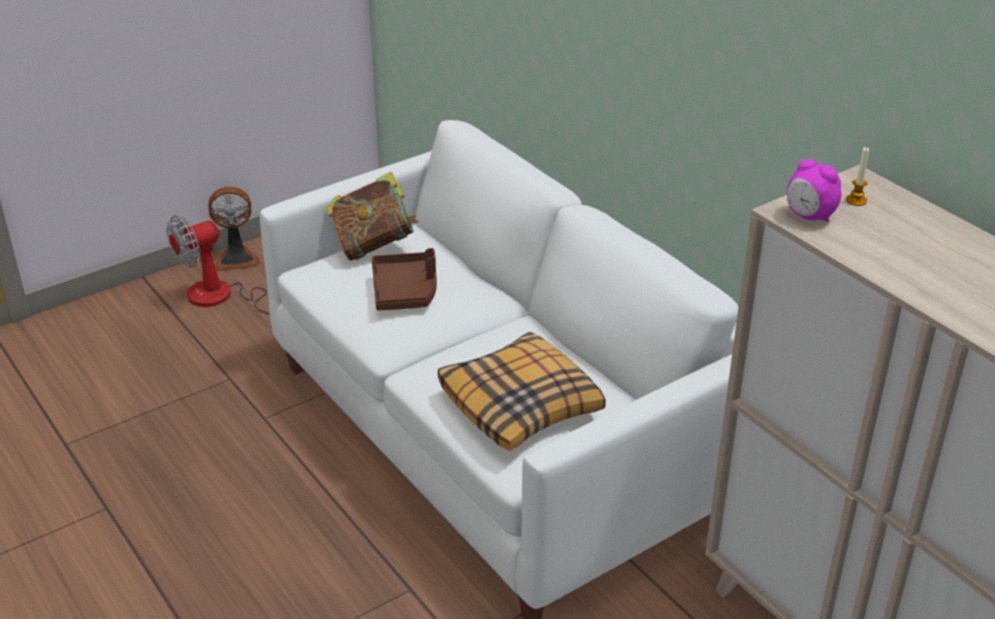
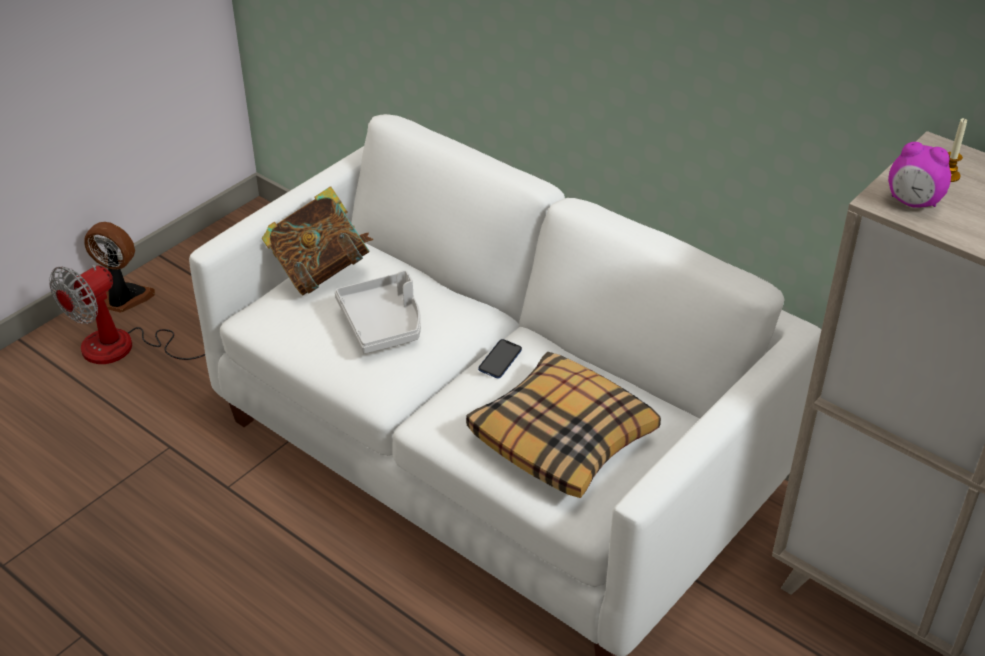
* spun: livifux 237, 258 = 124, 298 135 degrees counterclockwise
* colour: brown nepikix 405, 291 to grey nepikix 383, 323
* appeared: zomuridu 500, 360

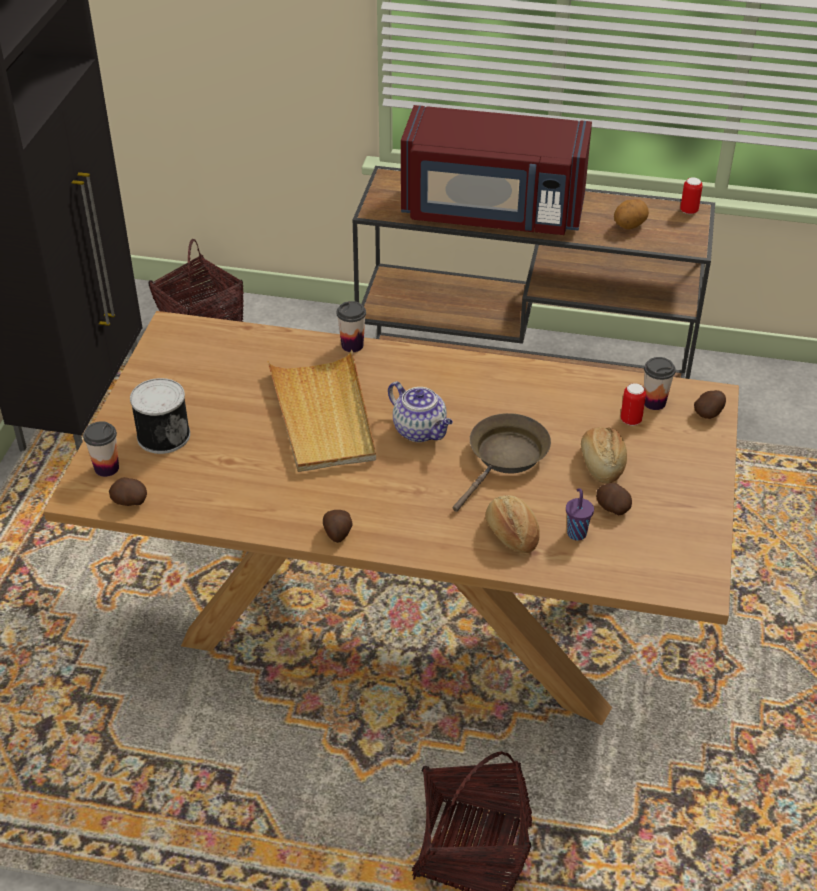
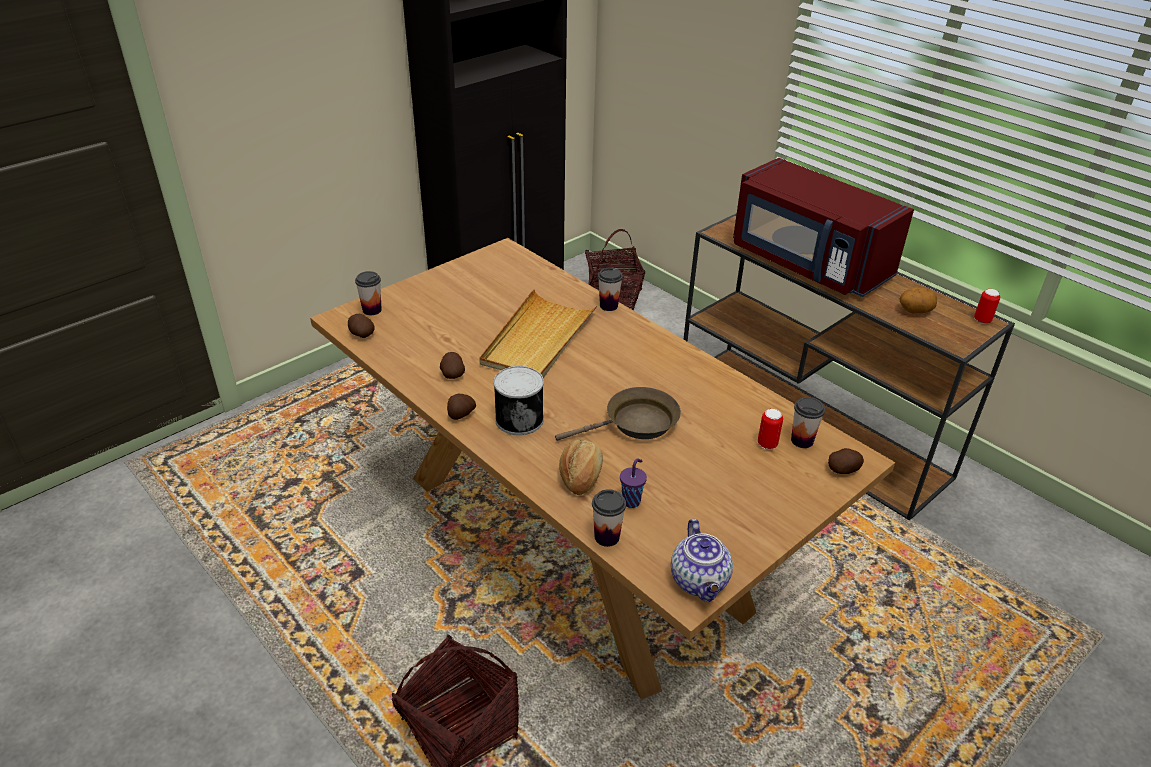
* relocated: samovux 163, 435 to 519, 418
* relocated: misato 421, 431 to 700, 582
* missing: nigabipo 602, 463
* relocated: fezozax 612, 508 to 452, 374
* appeared: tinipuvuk 607, 537

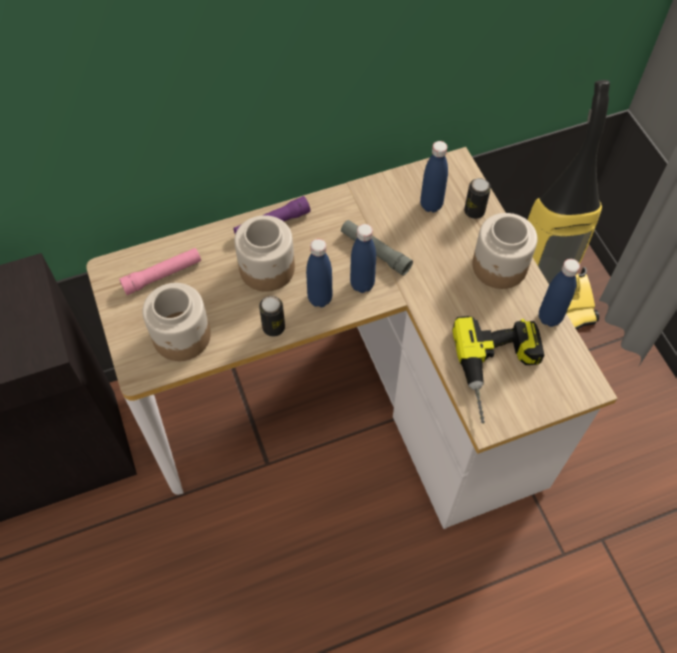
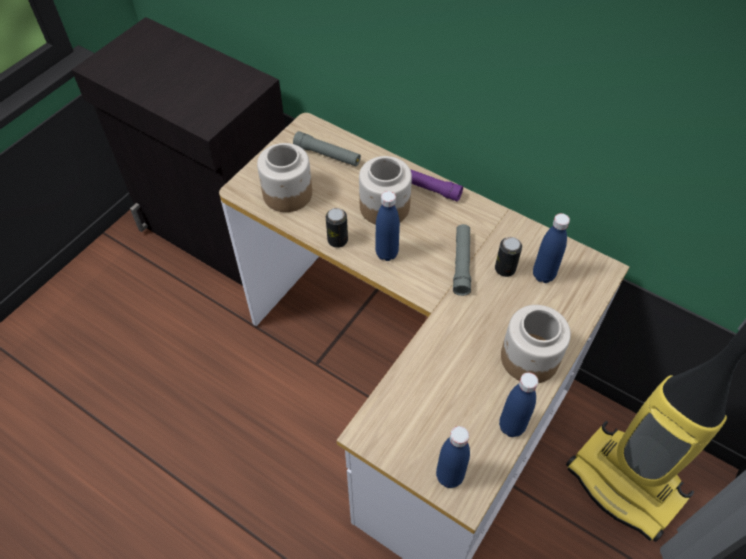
* colour: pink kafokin 162, 275 to grey kafokin 327, 155
* relocated: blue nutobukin 362, 284 to 449, 476
* missing: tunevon 500, 372
* relocated: samovux 474, 211 to 505, 269

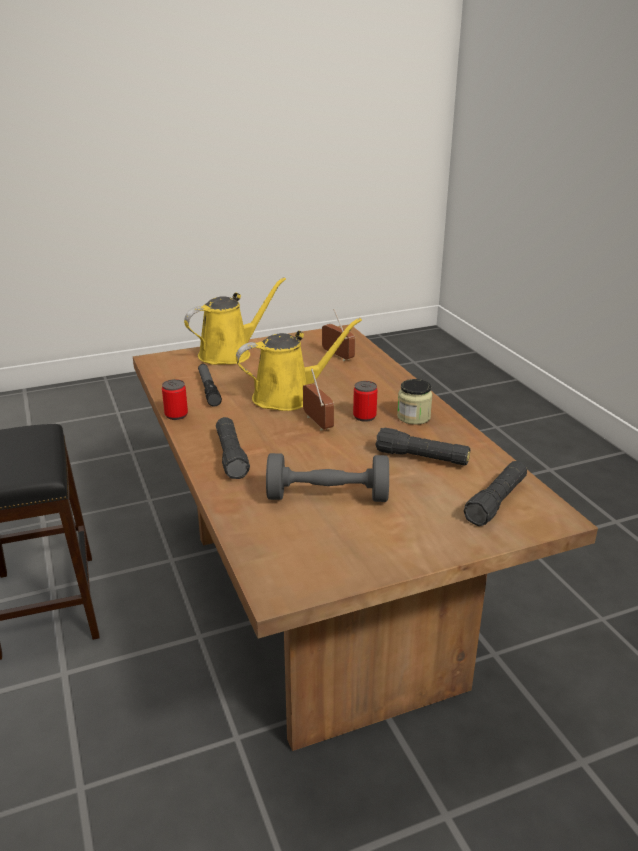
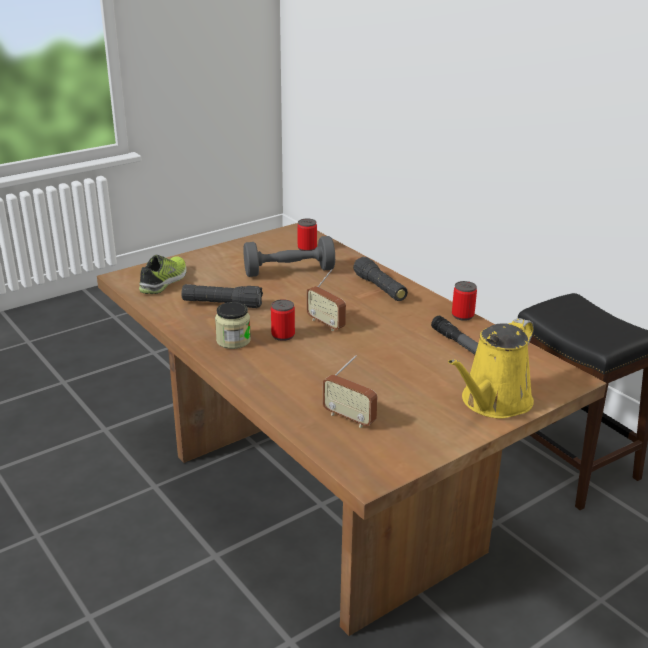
* missing: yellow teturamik 288, 397
* exchanged: black kafokin 496, 502 to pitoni 165, 281
* appeared: samovux 307, 248

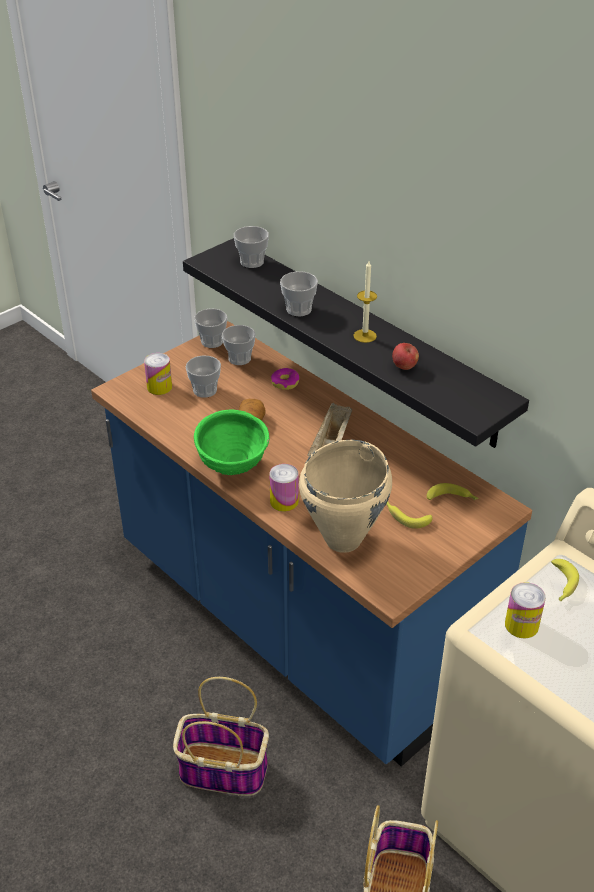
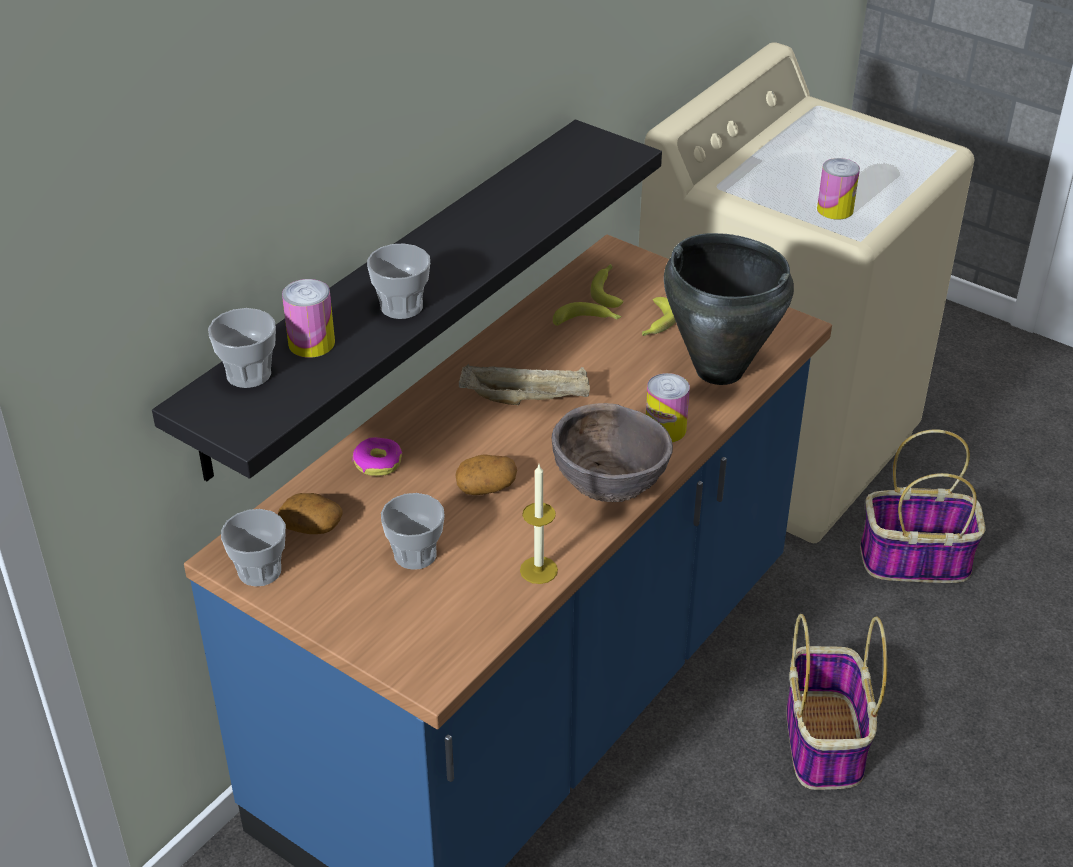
* relocated: samovux 159, 387 to 311, 343
* colour: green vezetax 232, 468 to brown vezetax 609, 490
* exchanged: tinipuvuk 239, 358 to fezozax 312, 526
* colour: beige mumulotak 344, 539 to black mumulotak 719, 369
* relocated: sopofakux 365, 336 to 538, 570
* missing: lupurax 404, 367
* relocated: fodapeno 561, 585 to 587, 321

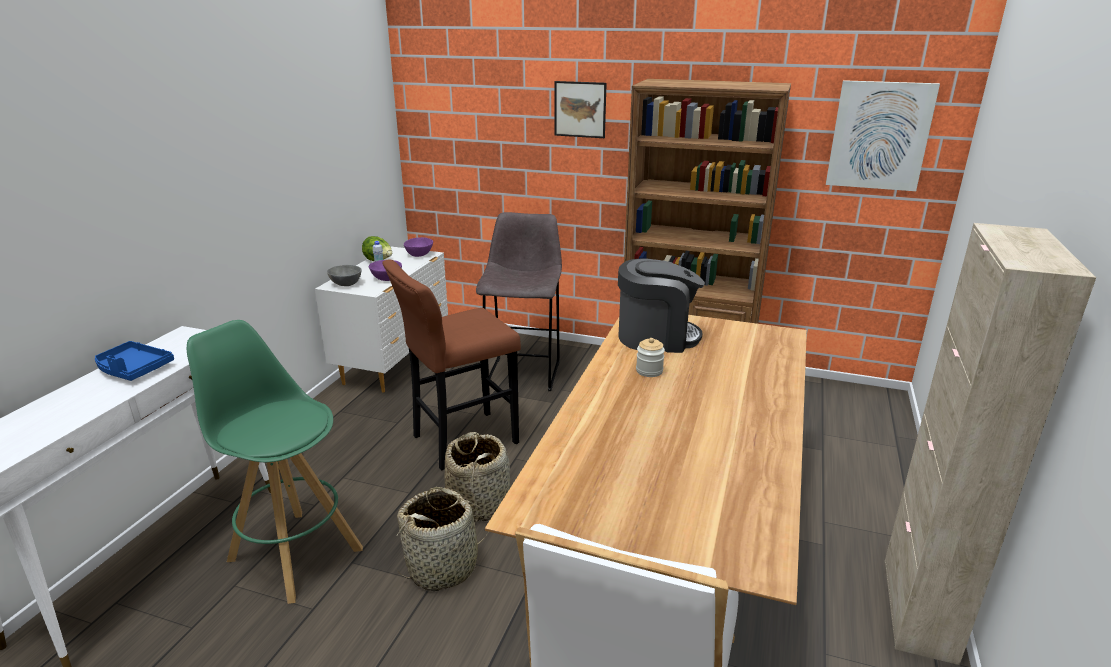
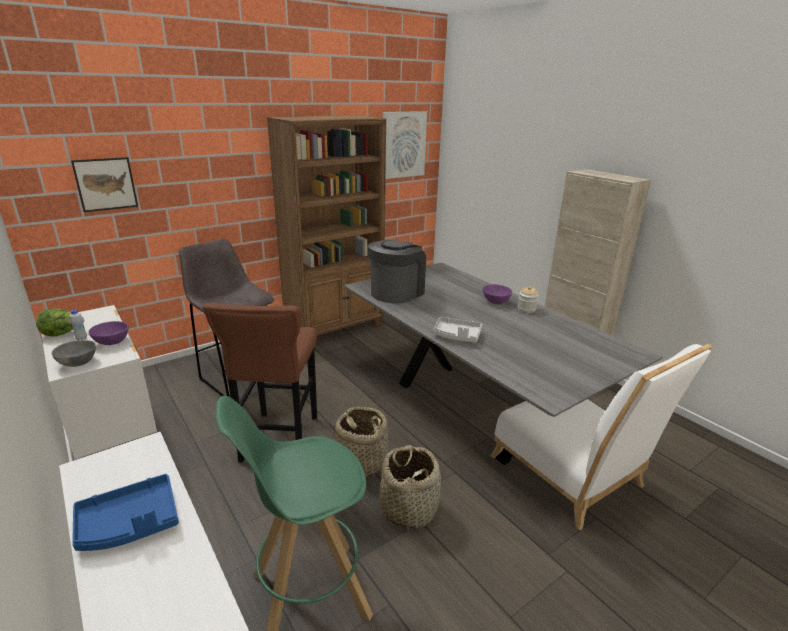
* relocated: purple vezetax 420, 254 to 495, 301
* colour: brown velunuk 670, 542 to grey velunuk 471, 408
* relocated: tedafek 580, 109 to 105, 184
* relocated: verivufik 649, 371 to 526, 309
* appeared: grey nepikix 457, 336

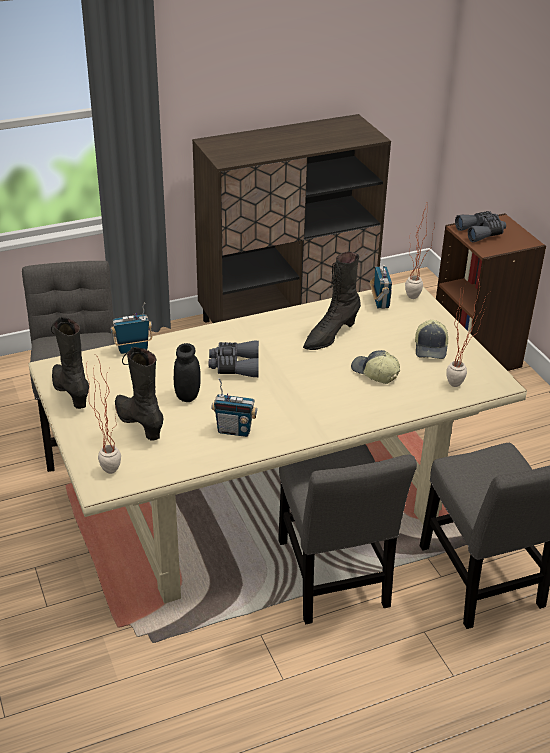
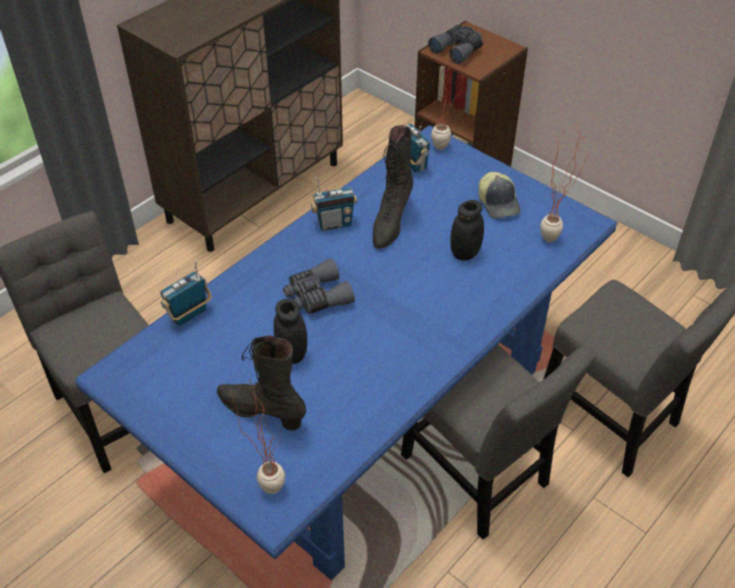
* colour: beige velunuk 271, 503 to blue velunuk 367, 414
* missing: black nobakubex 71, 392
* relocated: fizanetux 234, 430 to 334, 224
* exchanged: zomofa 374, 373 to black verivufik 465, 253

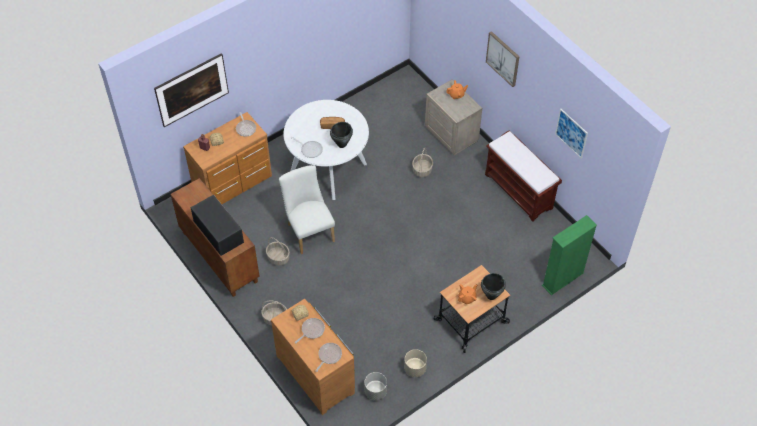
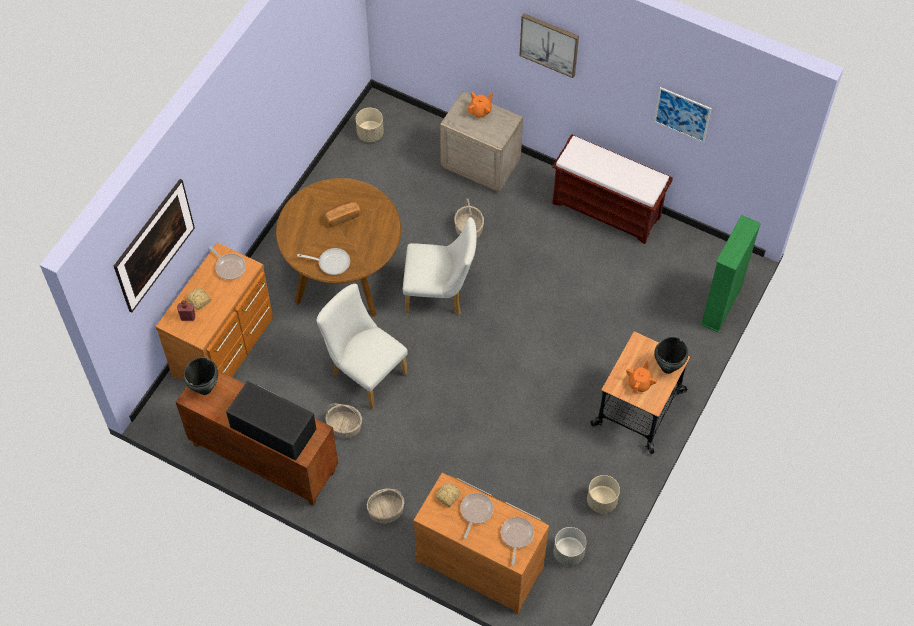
* colour: white velunuk 328, 168 to brown velunuk 343, 275
* relocated: black mumulotak 342, 144 to 205, 388
* appeared: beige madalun 370, 133
* appeared: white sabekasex 440, 294

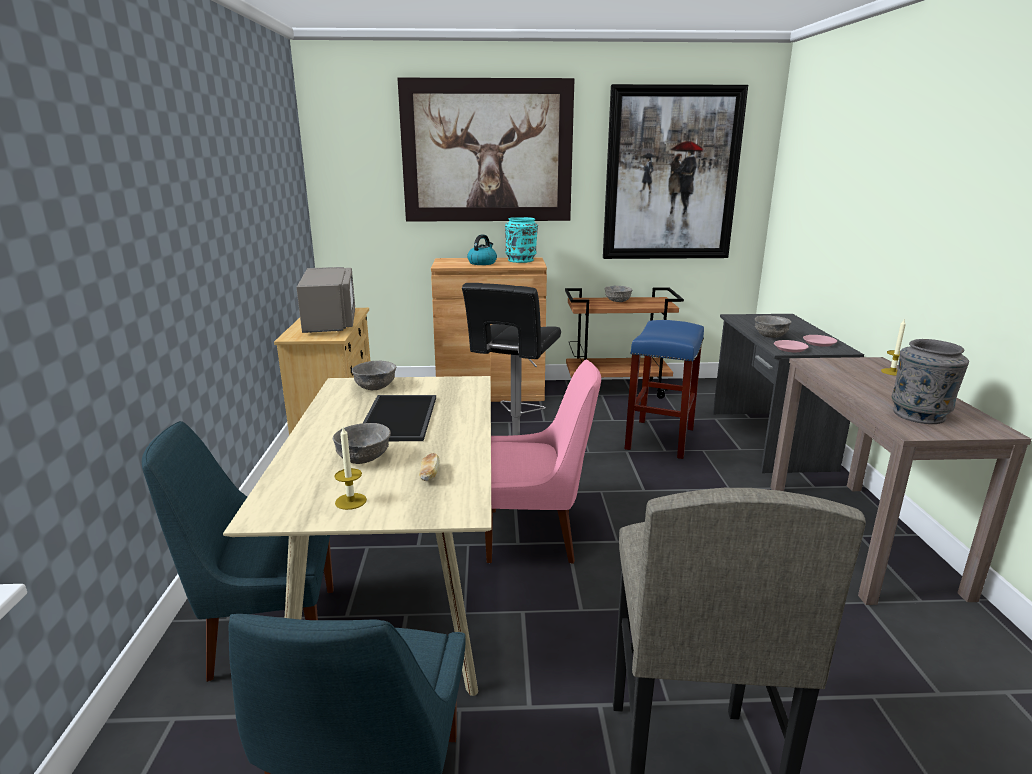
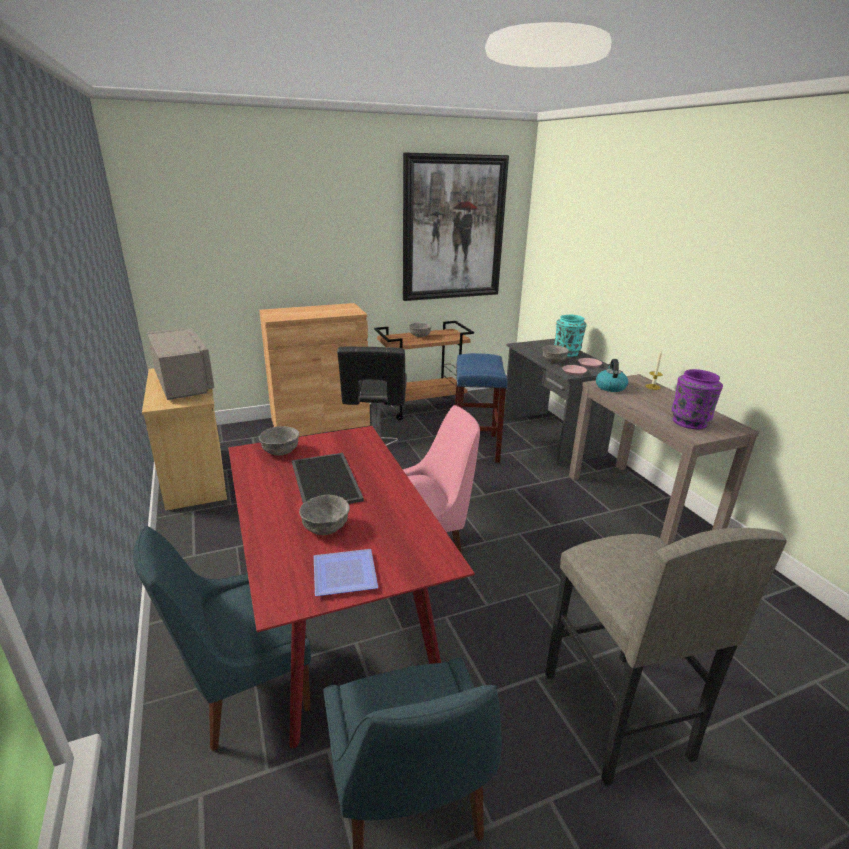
* colour: beige velunuk 399, 584 to red velunuk 336, 617
* exchanged: sopofakux 351, 501 to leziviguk 346, 573
* missing: tedafek 487, 152
* missing: nigabipo 429, 475
* relocated: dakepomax 482, 263 to 610, 387
* relocated: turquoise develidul 521, 260 to 567, 353
* colour: grey develidul 919, 414 to purple develidul 689, 422

